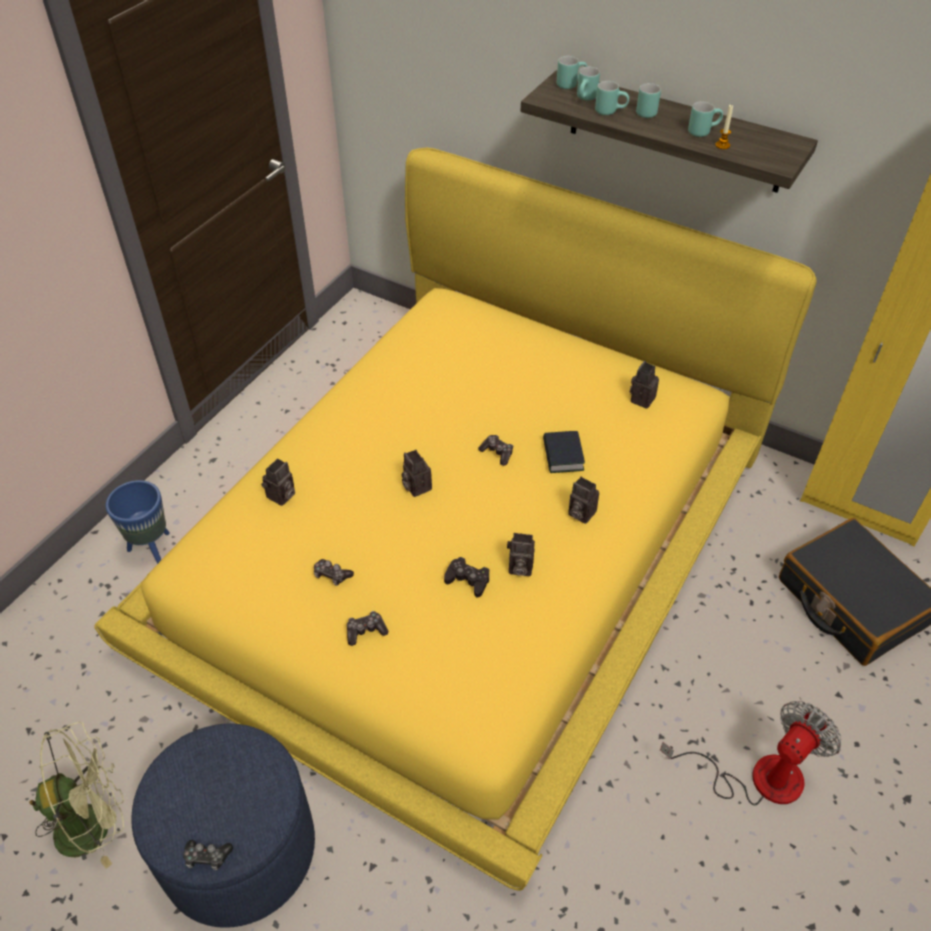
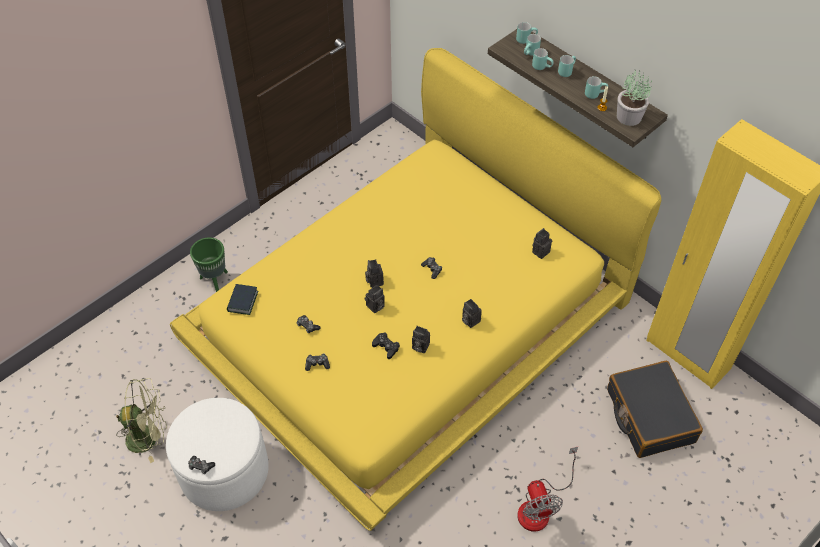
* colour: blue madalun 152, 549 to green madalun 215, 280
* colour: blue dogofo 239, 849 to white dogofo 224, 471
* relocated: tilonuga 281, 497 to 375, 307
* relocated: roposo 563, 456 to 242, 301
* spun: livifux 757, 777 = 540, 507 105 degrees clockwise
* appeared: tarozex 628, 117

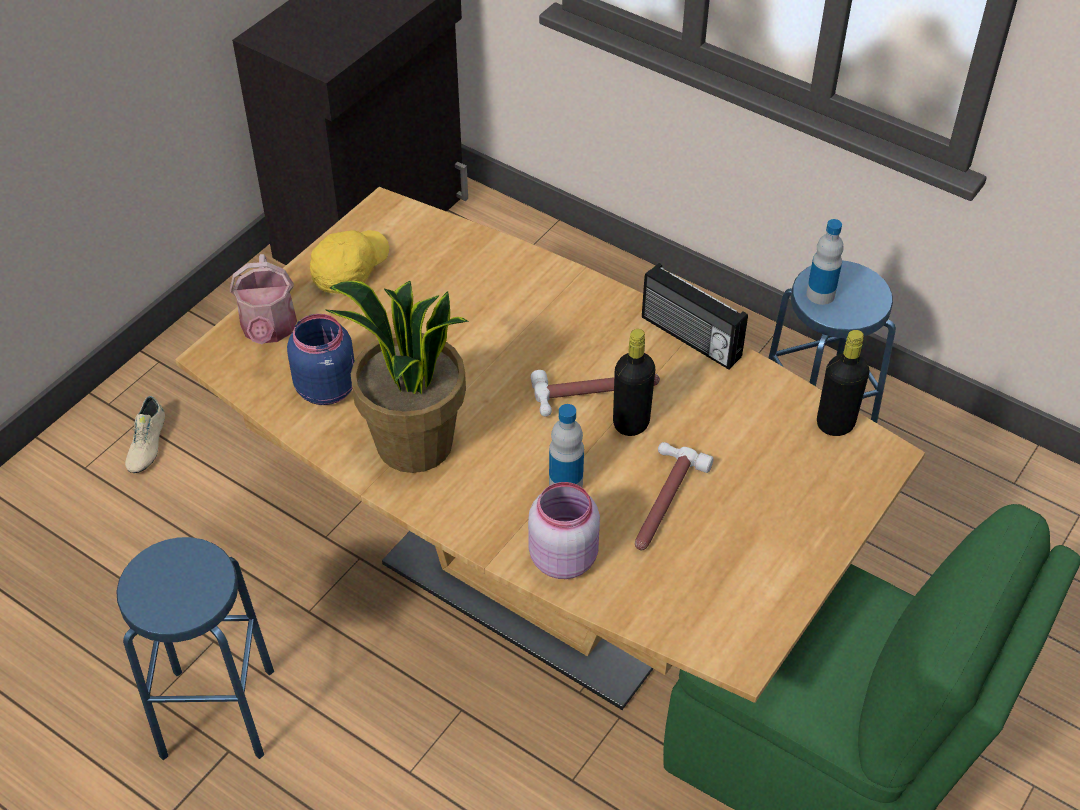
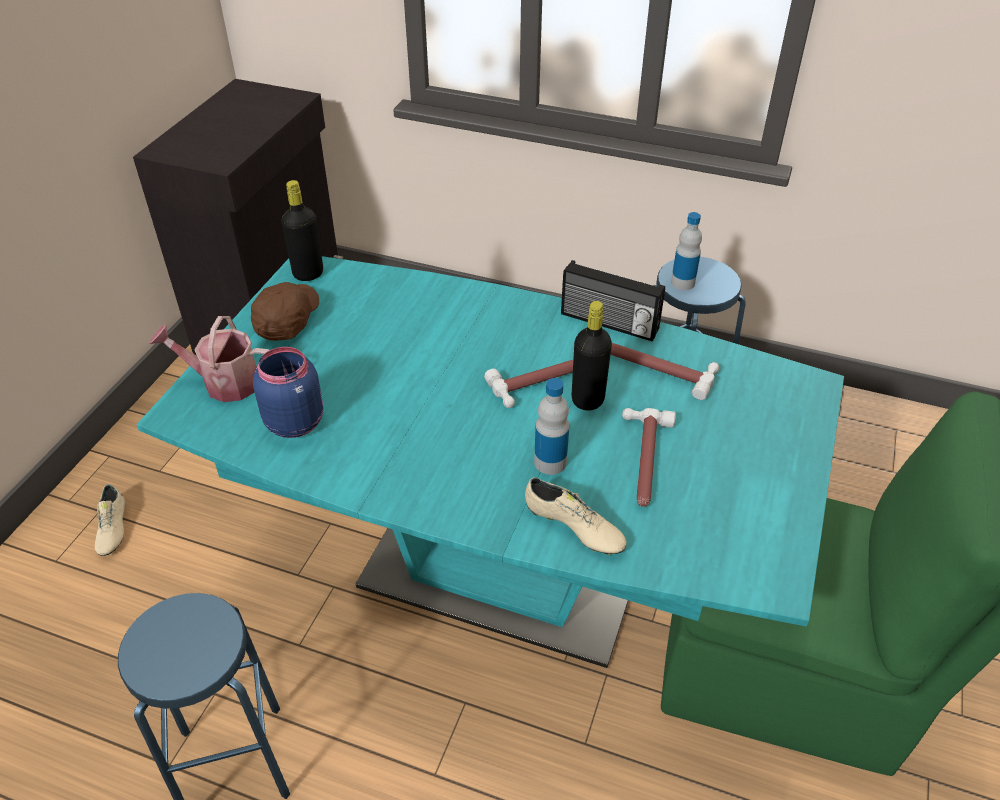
* colour: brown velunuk 539, 585 to turquoise velunuk 499, 575
* spun: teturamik 268, 330 = 224, 382 120 degrees clockwise
* colour: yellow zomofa 349, 268 to brown zomofa 287, 319
* missing: tarozex 413, 445
* exchanged: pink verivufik 563, 556 to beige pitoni 574, 528
* relocated: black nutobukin 835, 424 to 308, 273
* appeared: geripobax 657, 368

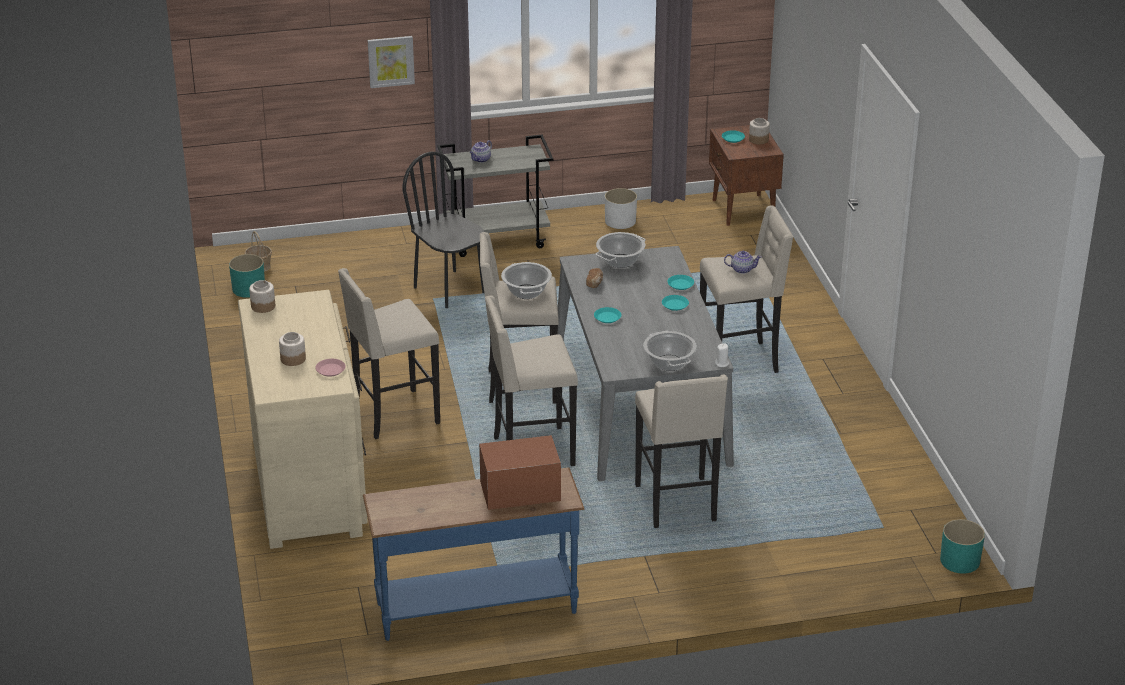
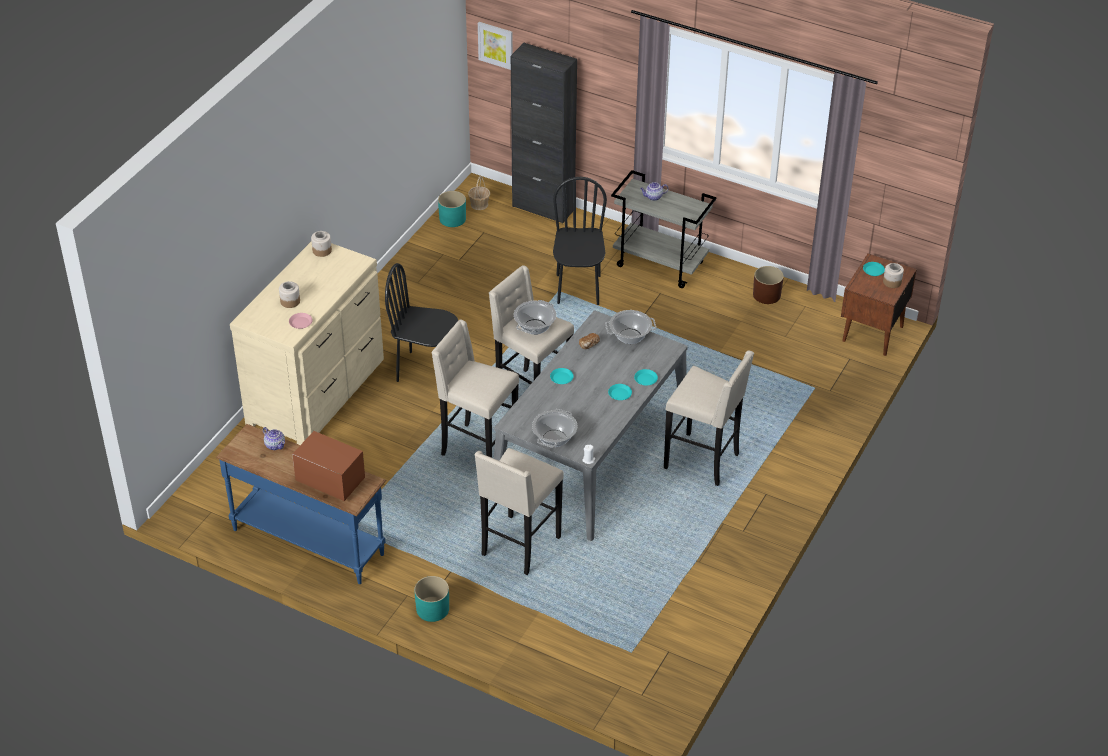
* exchanged: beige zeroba 393, 416 to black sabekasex 425, 370
* relocated: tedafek 391, 61 to 496, 45
* colour: white madalun 620, 221 to brown madalun 766, 295
* relocated: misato 742, 269 to 275, 445
* relocated: turquoise madalun 959, 561 to 432, 609
* appeared: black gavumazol 543, 208

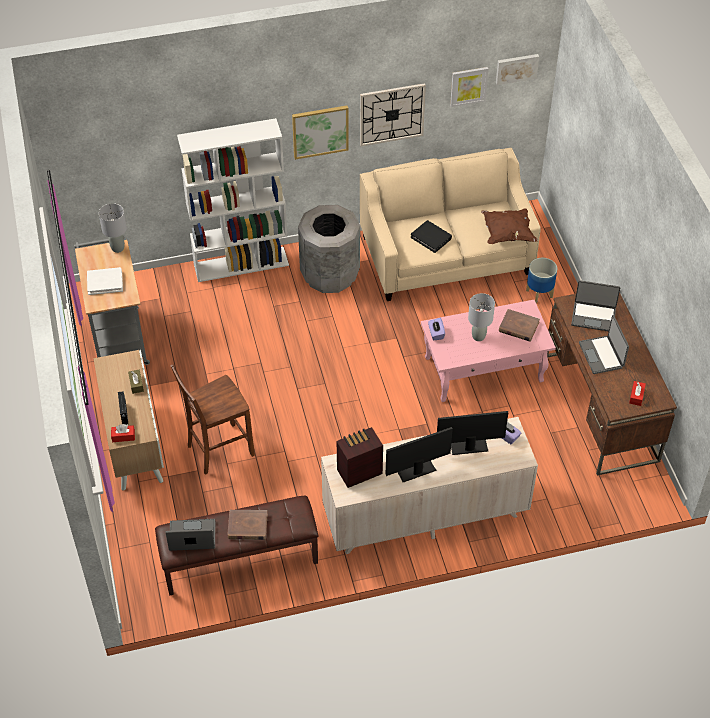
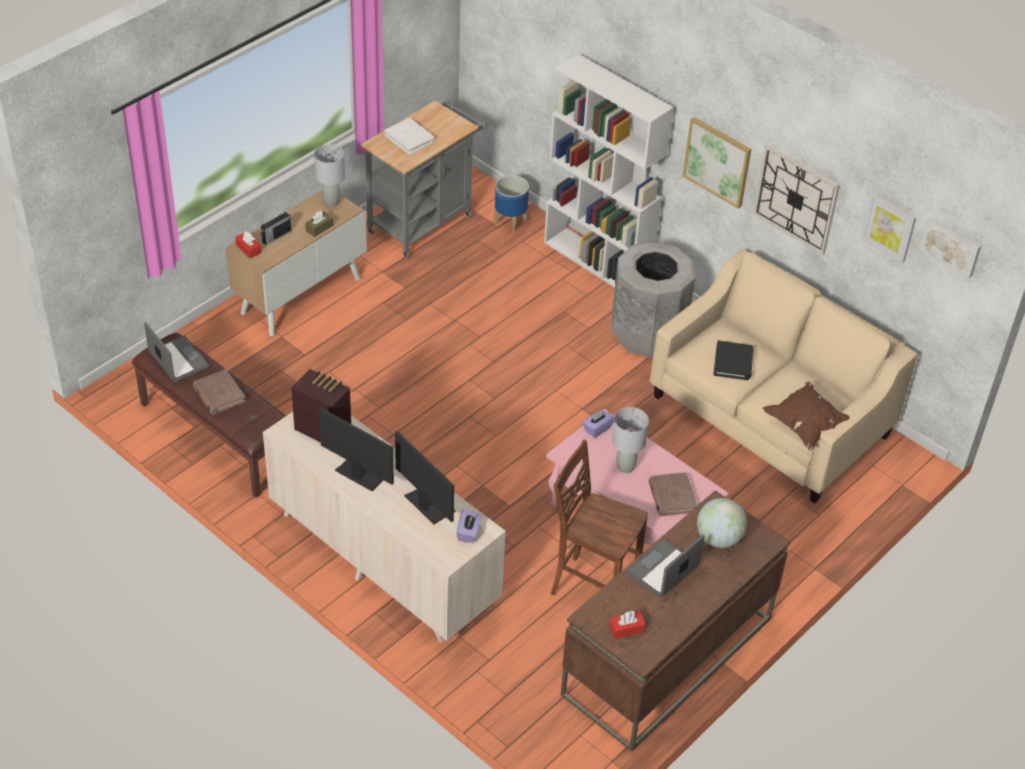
* relocated: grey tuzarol 117, 248 to 331, 202
* relocated: brown sabekasex 218, 450 to 592, 588
* relocated: madalun 539, 293 to 510, 221
* exchanged: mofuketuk 593, 316 to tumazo 719, 538

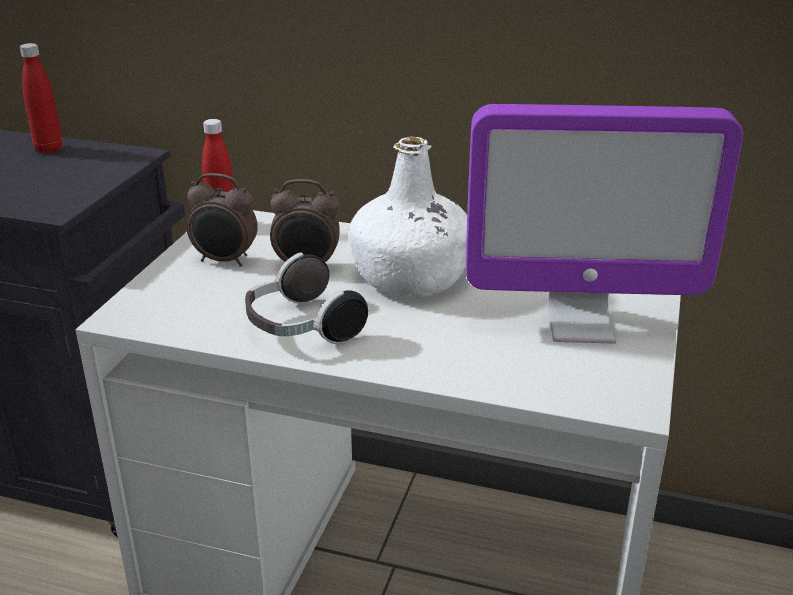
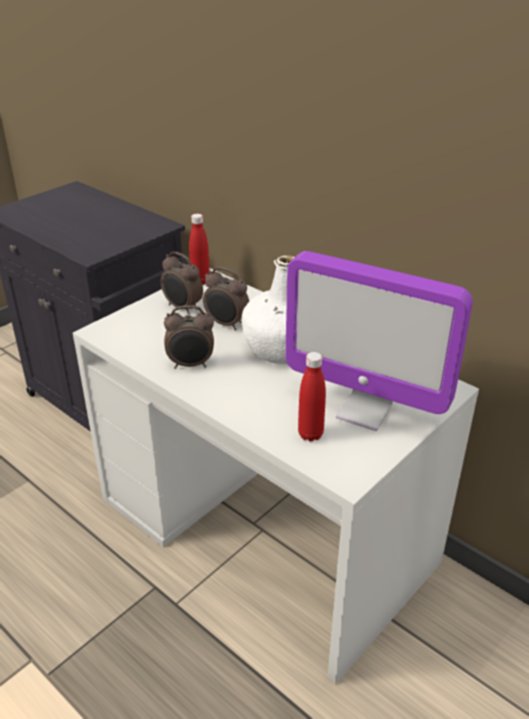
* relocated: red nutobukin 49, 149 to 310, 434
* exchanged: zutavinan 301, 327 to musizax 191, 365

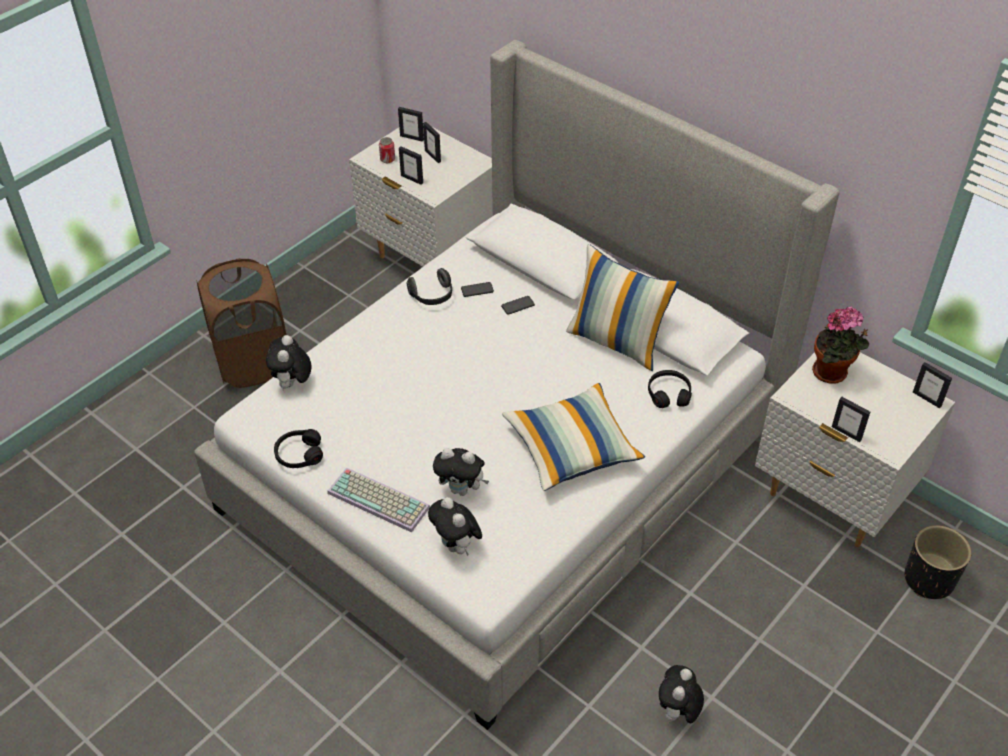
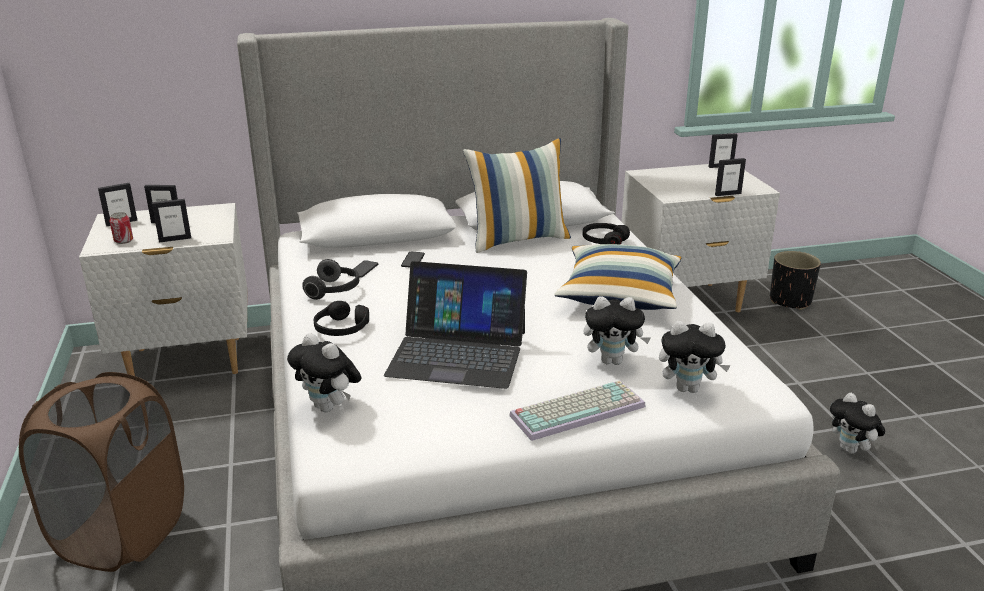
* relocated: black zutavinan 299, 454 to 341, 328
* spun: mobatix 461, 489 = 613, 361 45 degrees clockwise
* missing: tarozex 832, 374
* appeared: mofuketuk 458, 353

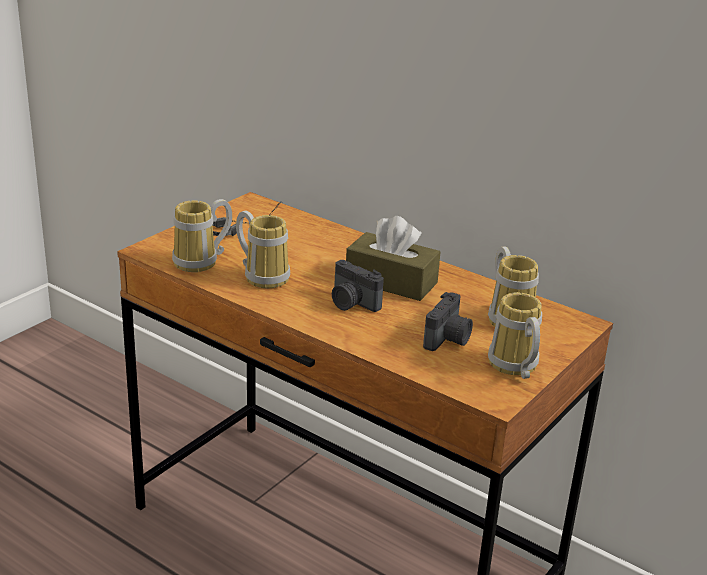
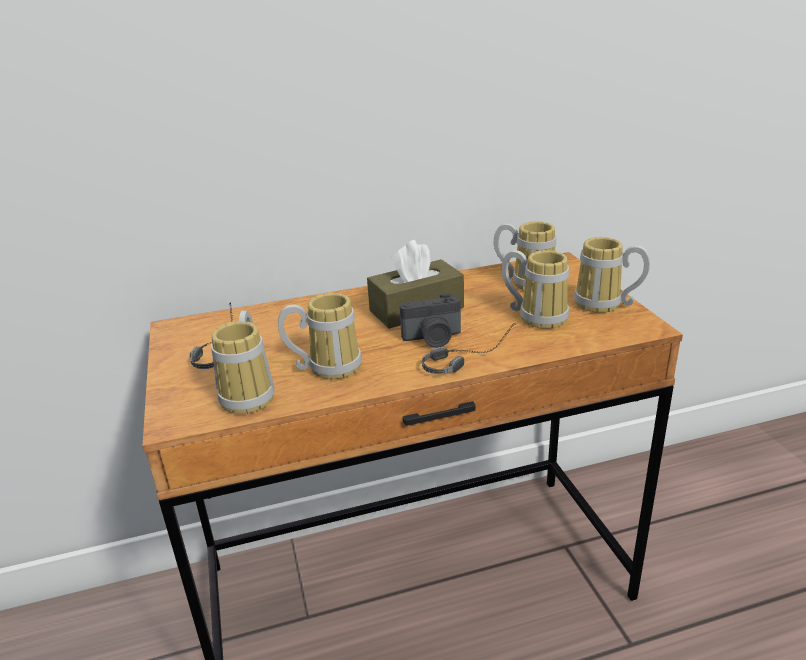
* exchanged: tilonuga 448, 339 to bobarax 537, 316
* appeared: zutavinan 467, 357

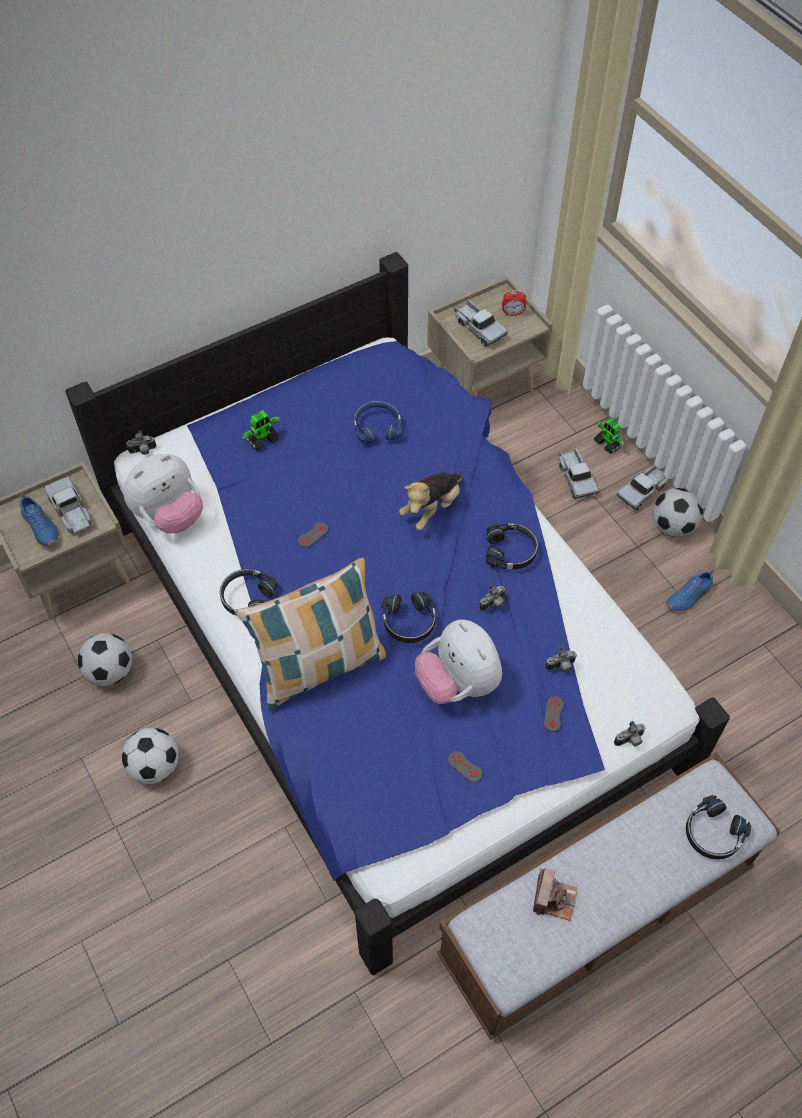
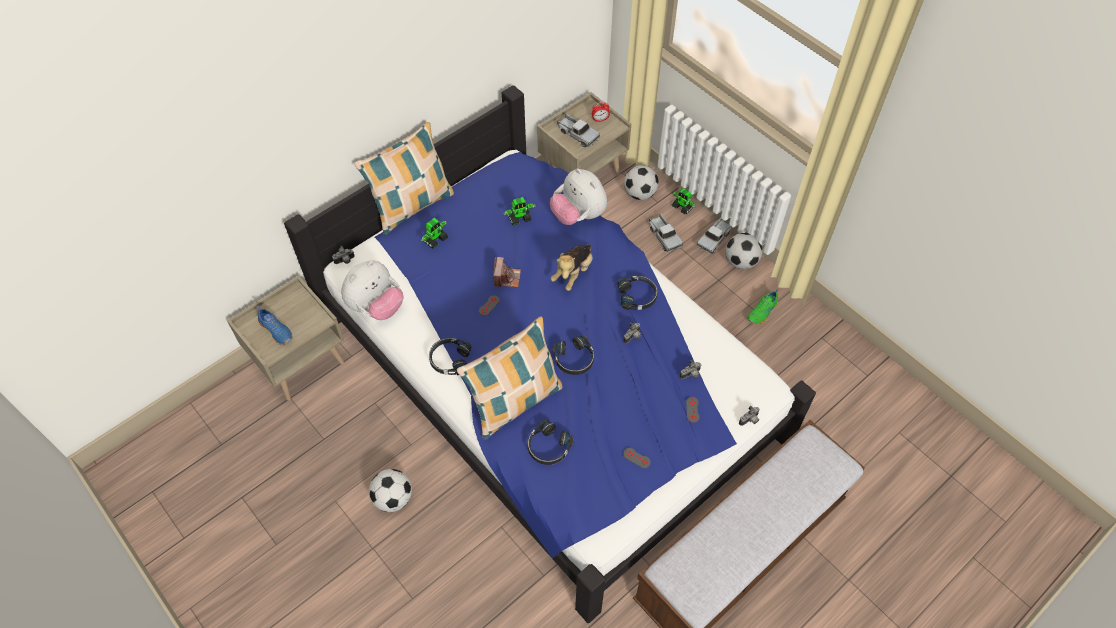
* missing: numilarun 71, 511
* relocated: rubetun 110, 671 to 640, 194
* exchanged: blue zutavinan 377, 426 to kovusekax 520, 218
* relocated: mobatix 458, 683 to 578, 215
* relocated: tilonuga 553, 899 to 506, 278
* colour: blue pitoni 689, 598 to green pitoni 762, 312
* relocated: black zutavinan 713, 833 to 548, 447
* appeared: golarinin 412, 206

